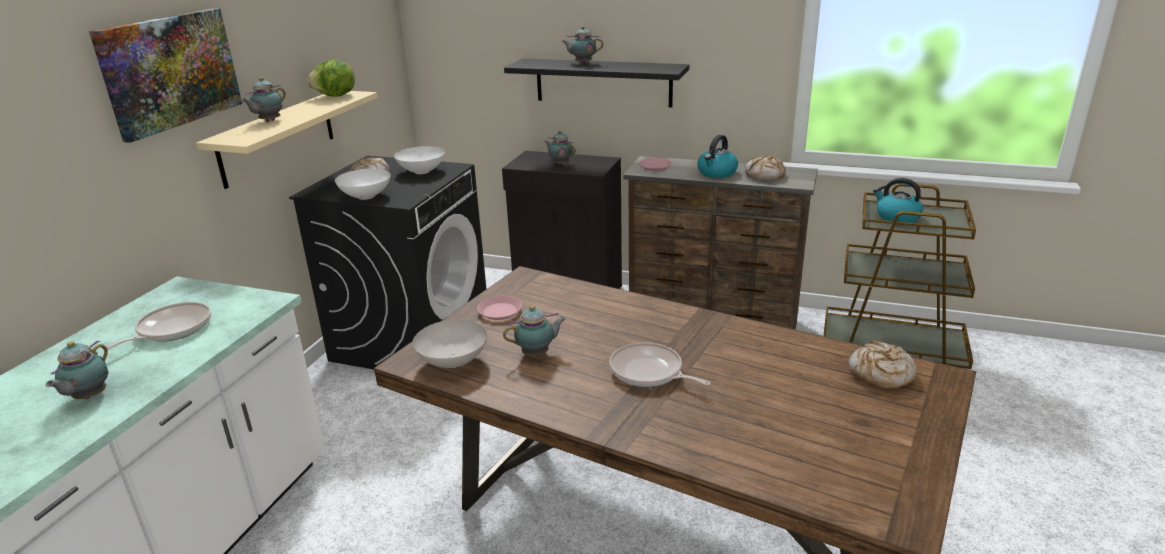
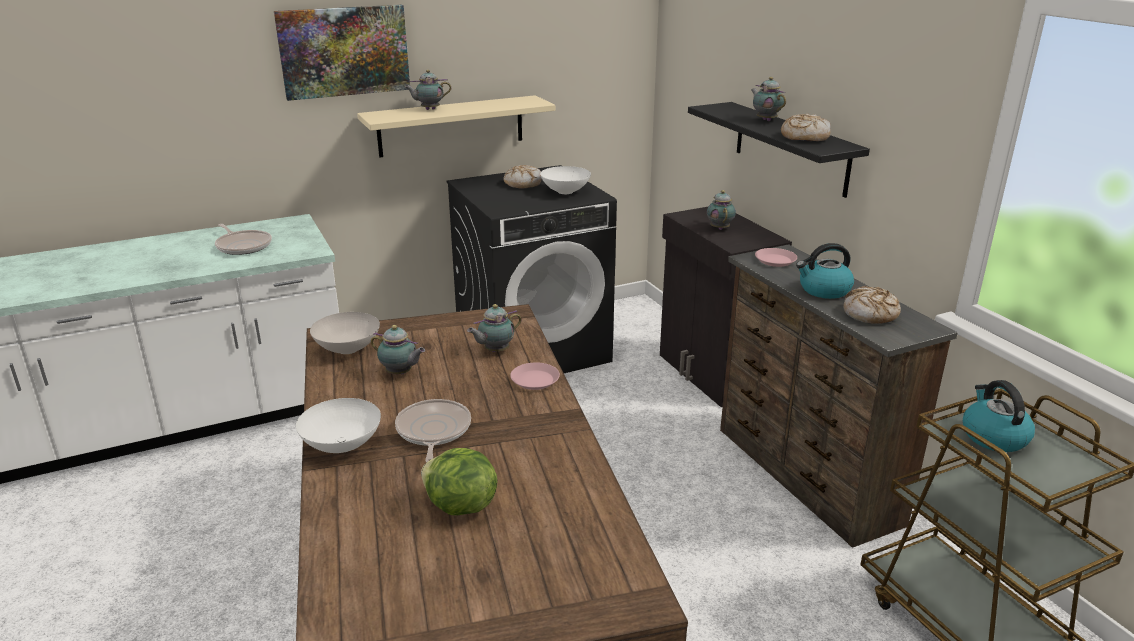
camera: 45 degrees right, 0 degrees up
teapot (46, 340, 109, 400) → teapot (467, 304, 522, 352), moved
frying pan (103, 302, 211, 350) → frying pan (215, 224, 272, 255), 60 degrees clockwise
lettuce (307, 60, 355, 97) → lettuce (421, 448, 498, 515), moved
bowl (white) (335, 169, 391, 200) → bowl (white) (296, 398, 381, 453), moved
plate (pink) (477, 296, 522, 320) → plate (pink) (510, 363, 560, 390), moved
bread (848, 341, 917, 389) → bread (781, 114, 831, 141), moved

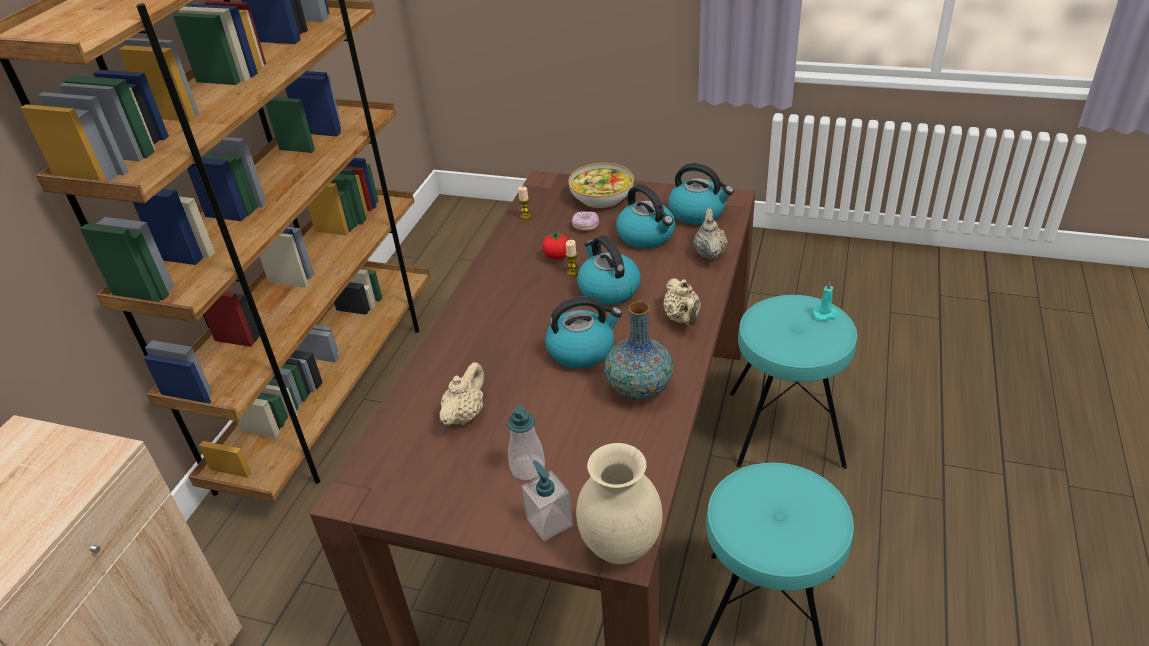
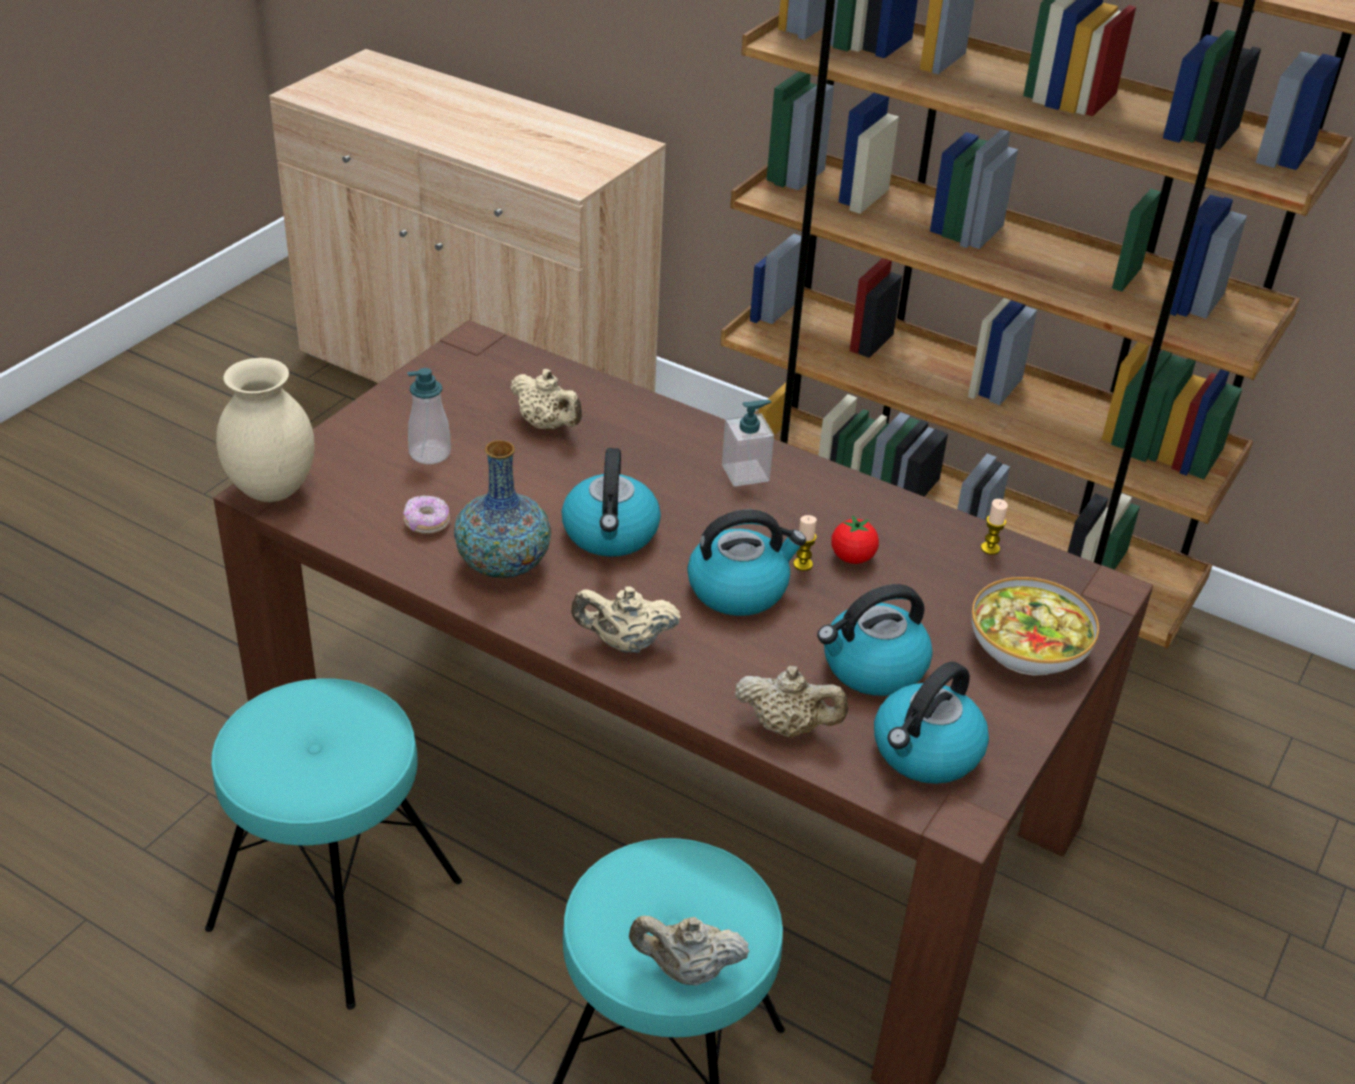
camera: 100 degrees right, 0 degrees up
soap dispenser (522, 460, 573, 541) → soap dispenser (722, 400, 774, 487), moved
donut (572, 211, 599, 231) → donut (403, 495, 450, 534), moved
candle (turquoise) (813, 281, 839, 320) → teapot (beige) (629, 916, 749, 985)

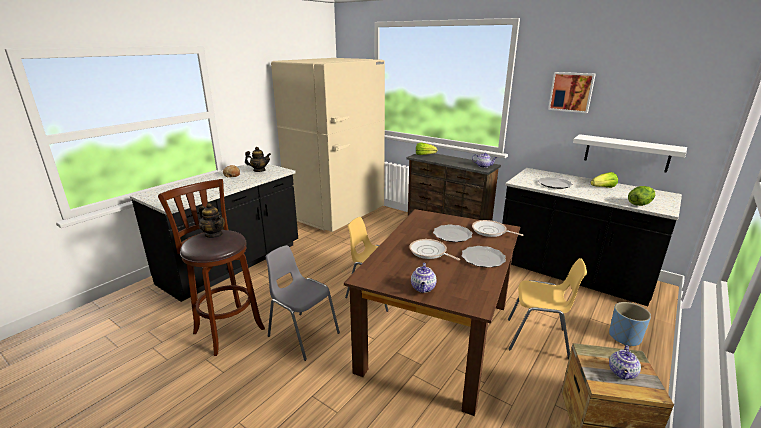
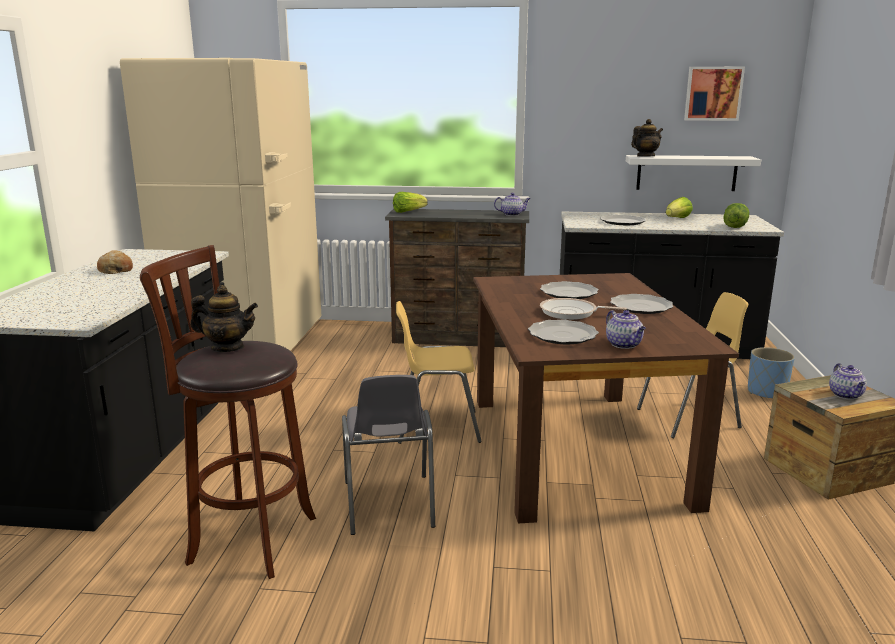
camera: 30 degrees left, 5 degrees down
teapot (245, 147, 271, 172) → teapot (631, 119, 663, 157), moved
chair (grey) (266, 245, 340, 361) → chair (grey) (342, 375, 435, 535), 105 degrees counterclockwise
frying pan (472, 220, 524, 237) → -
picture (548, 72, 596, 113) → picture (684, 67, 745, 121), moved
- → plate (528, 319, 599, 344)

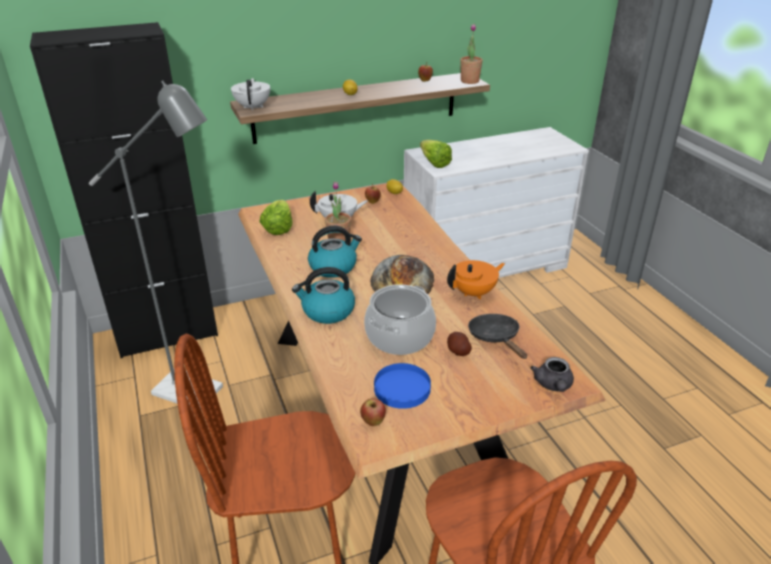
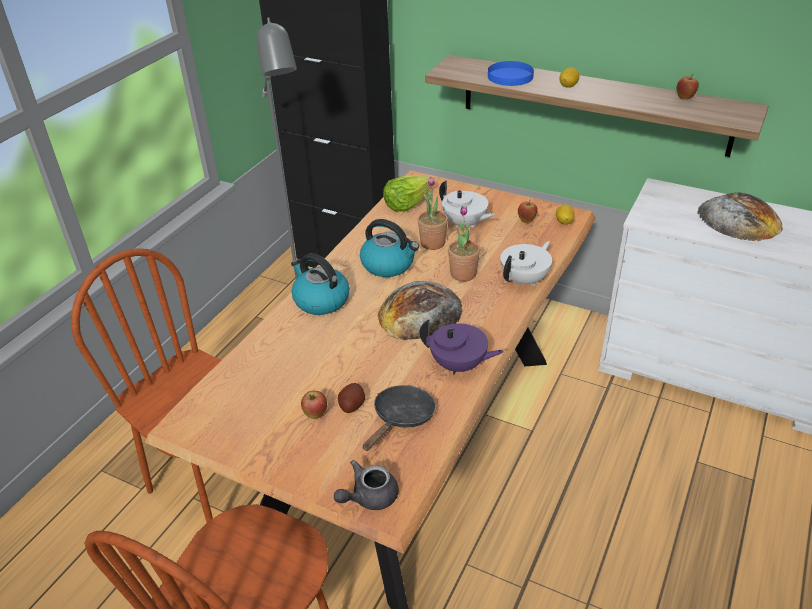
camera: 50 degrees right, 5 degrees up
teapot (white) (231, 78, 270, 111) → teapot (white) (500, 241, 552, 286), moved
apple (360, 398, 386, 426) → apple (301, 391, 327, 419), moved
cooking pot (364, 284, 436, 355) → -
plate (blue) (374, 363, 431, 409) → plate (blue) (488, 61, 534, 86), moved
lettuce (420, 140, 452, 168) → -
teapot (orange) (447, 260, 505, 299) → teapot (purple) (419, 319, 504, 375)
potted plant (460, 24, 483, 84) → potted plant (448, 206, 480, 281), moved
- → bread (697, 193, 783, 241)

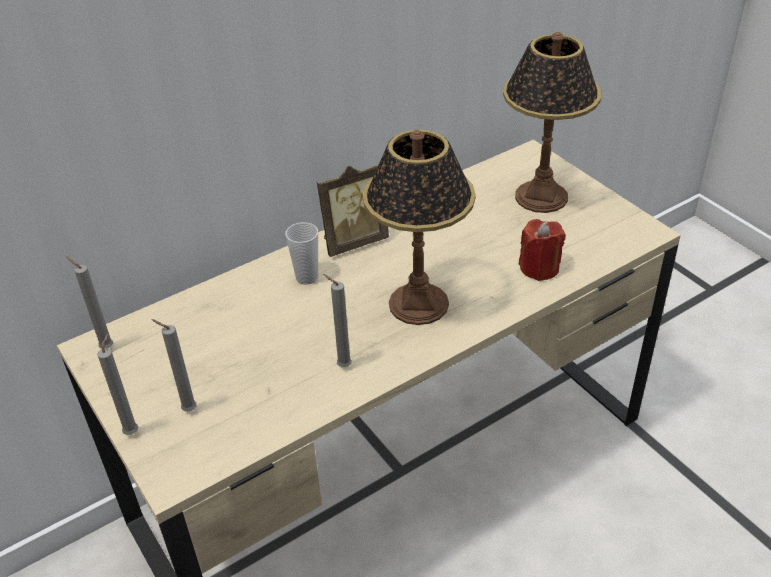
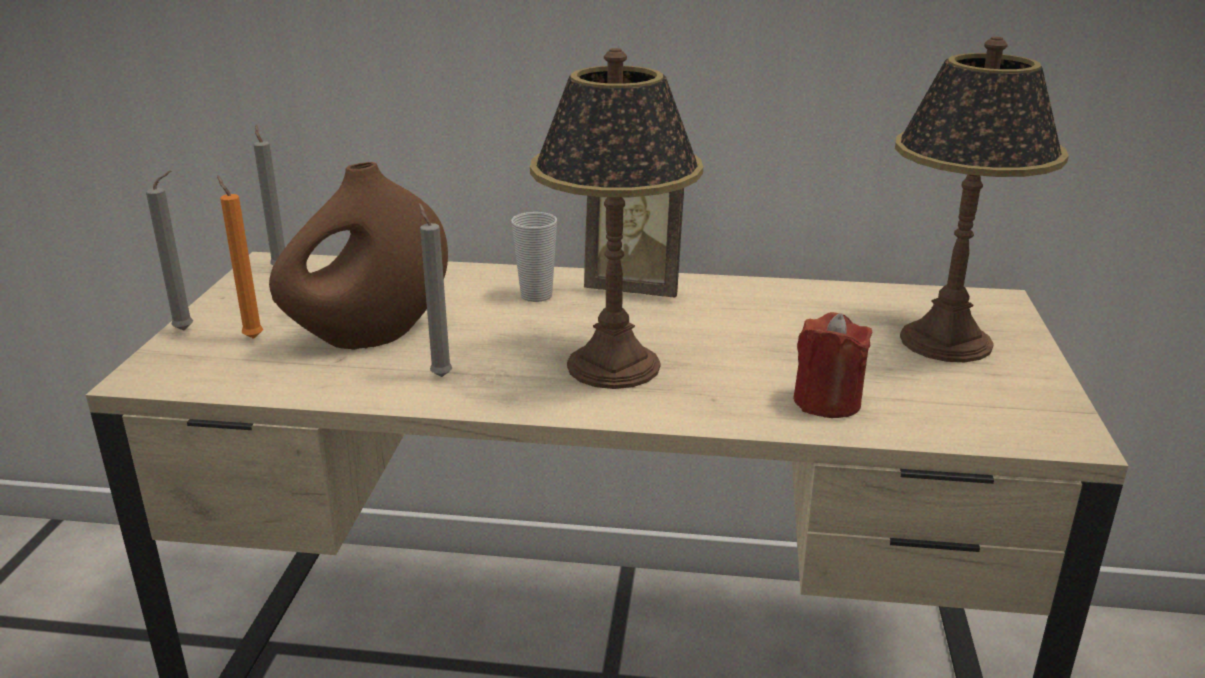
camera: 40 degrees right, 15 degrees down
candle (grey) (151, 319, 197, 412) → candle (orange) (217, 176, 263, 339)
- → vase (brown) (269, 162, 448, 350)

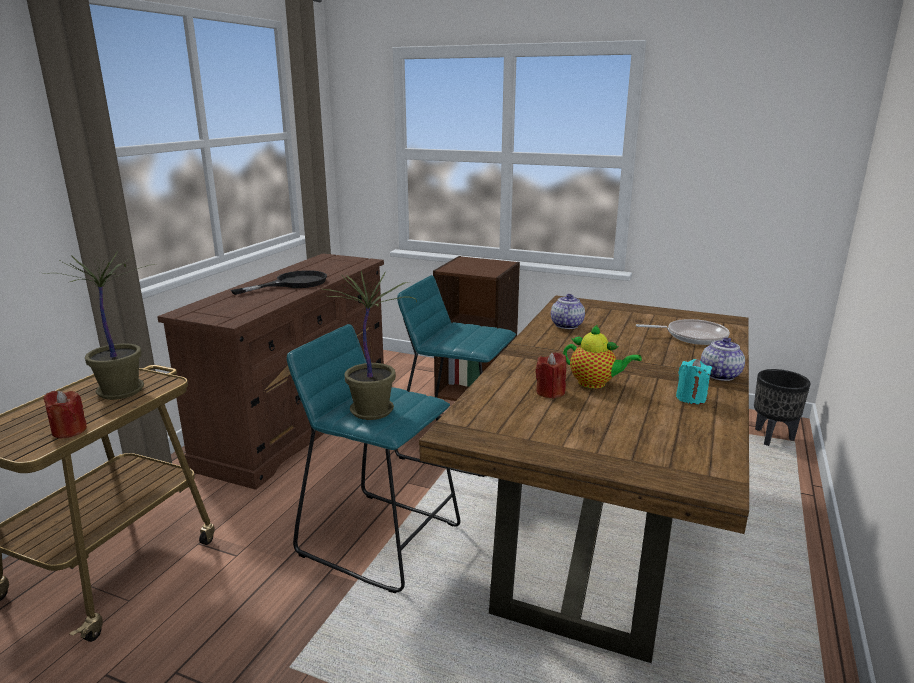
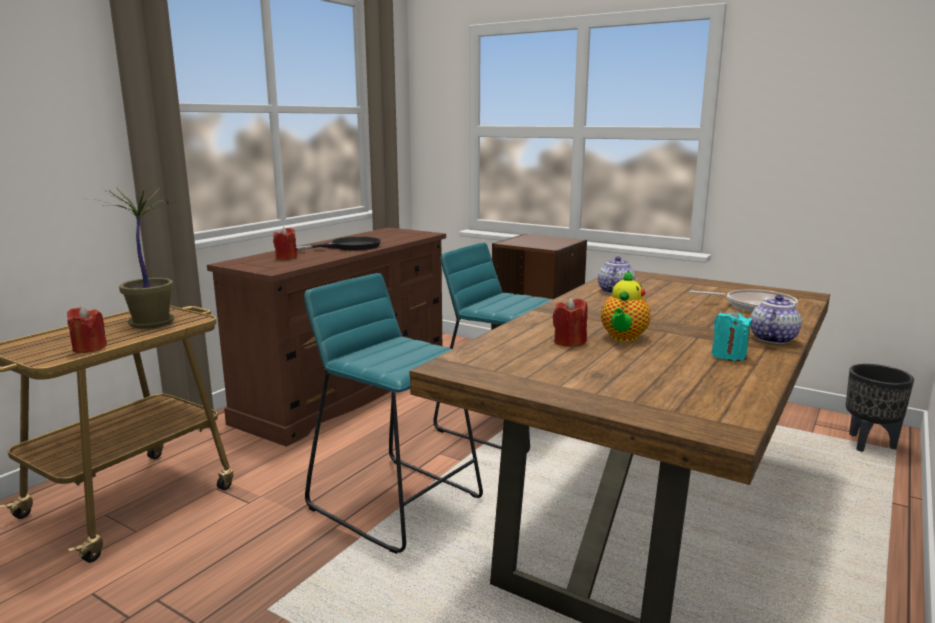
camera: 10 degrees right, 5 degrees down
potted plant (323, 271, 417, 420) → -
teapot (563, 325, 642, 389) → teapot (601, 270, 651, 342), 75 degrees clockwise
- → candle (red) (273, 227, 297, 260)

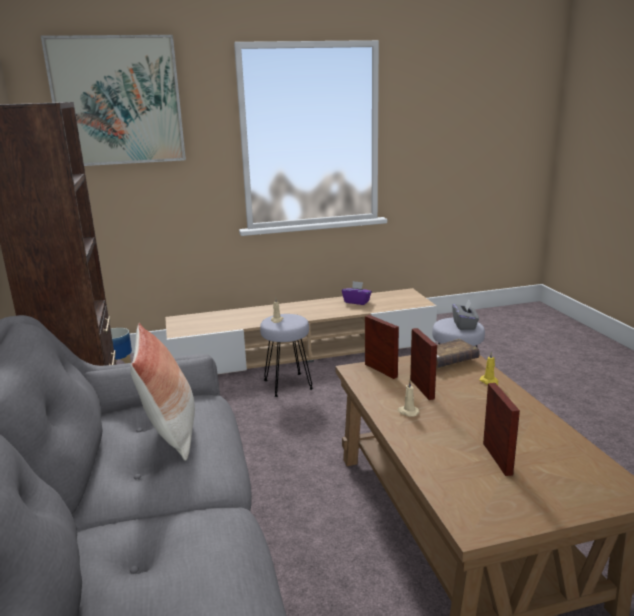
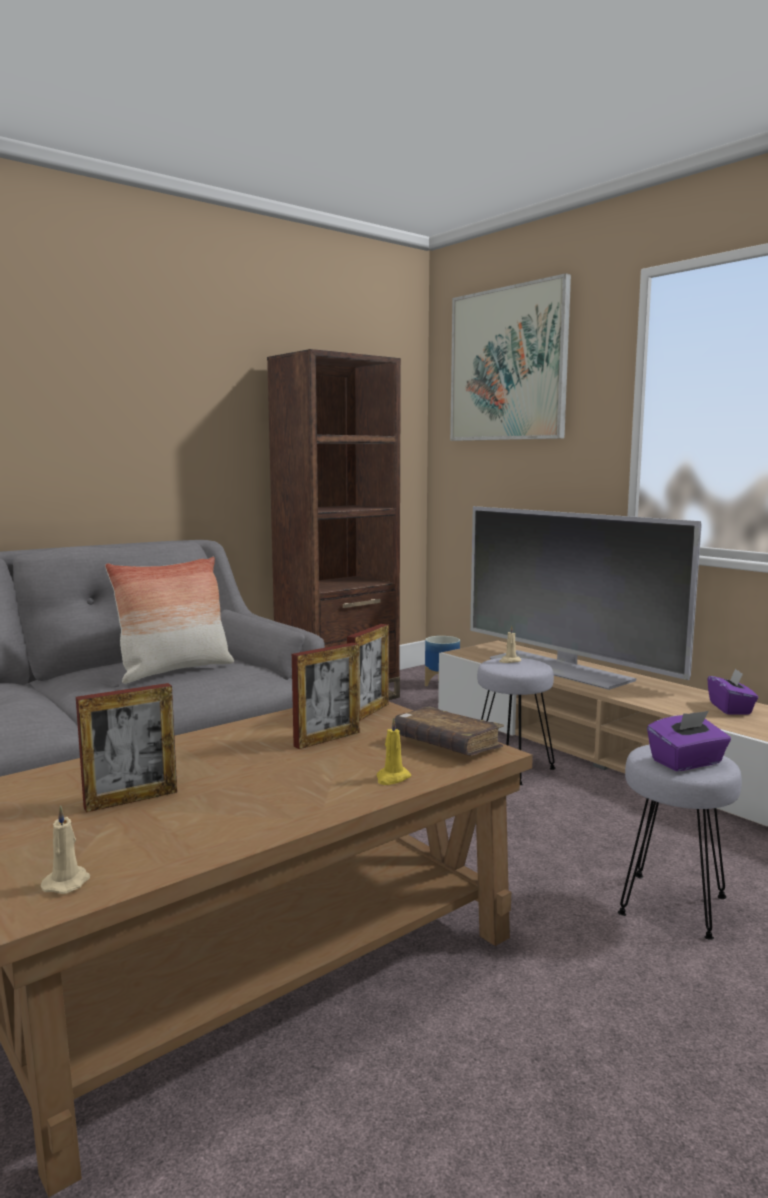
camera: 65 degrees right, 10 degrees down
candle (beige) (398, 380, 419, 417) → candle (beige) (41, 805, 90, 894), moved
tissue box (grey) (452, 299, 479, 330) → tissue box (purple) (647, 711, 731, 771)
- → television (470, 506, 702, 690)

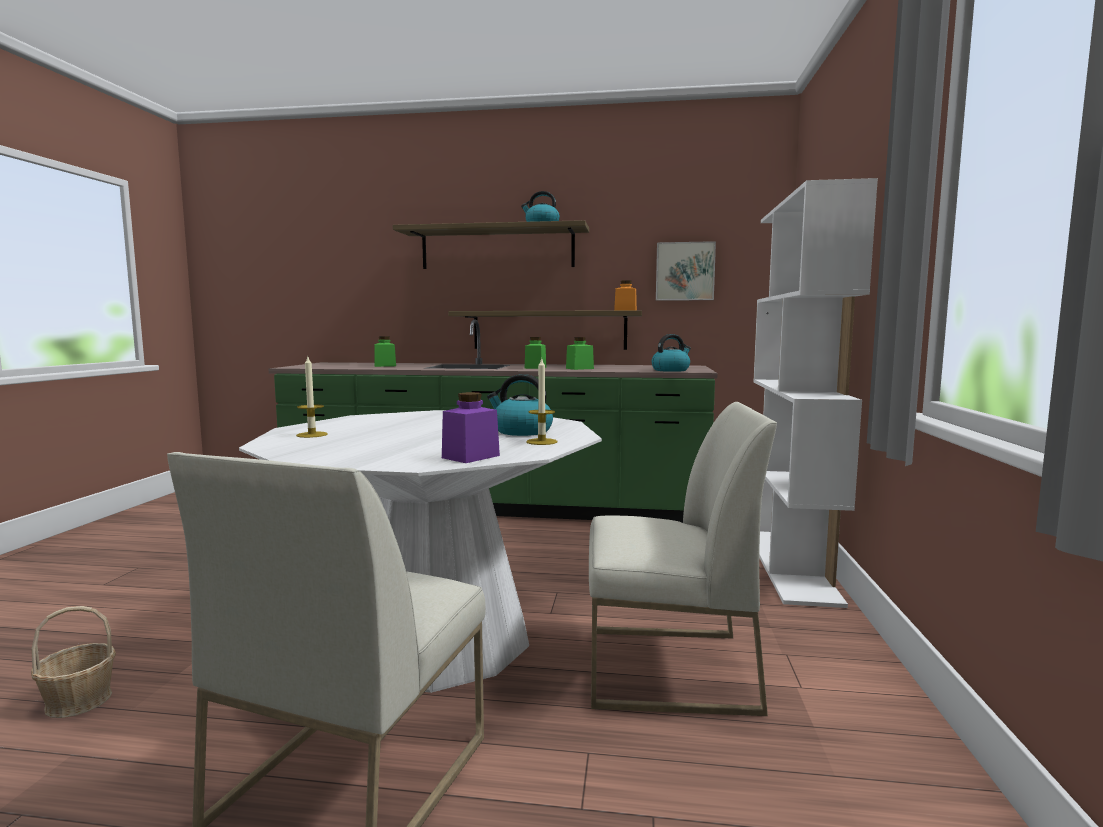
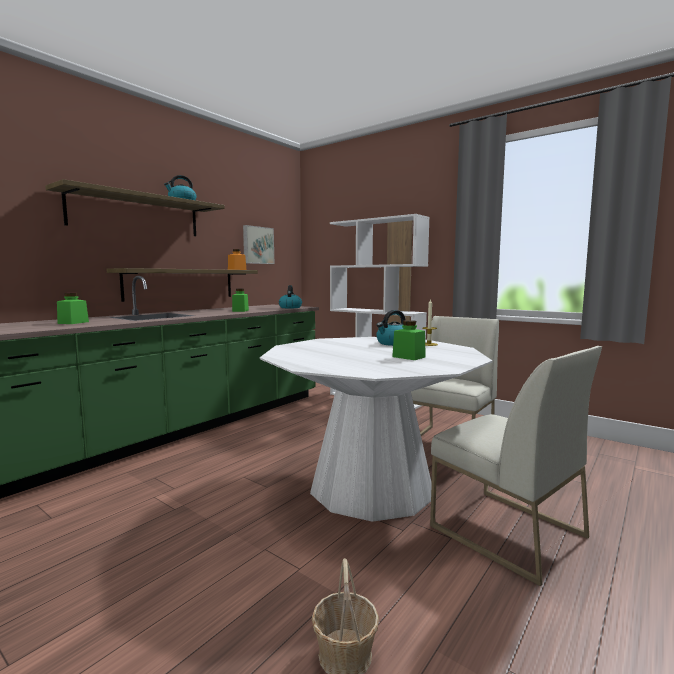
camera: 60 degrees left, 0 degrees up
candle (296, 357, 328, 438) → -
jar (purple) (442, 392, 500, 463) → -
jar (green) (525, 337, 546, 369) → jar (green) (392, 320, 426, 360), moved

